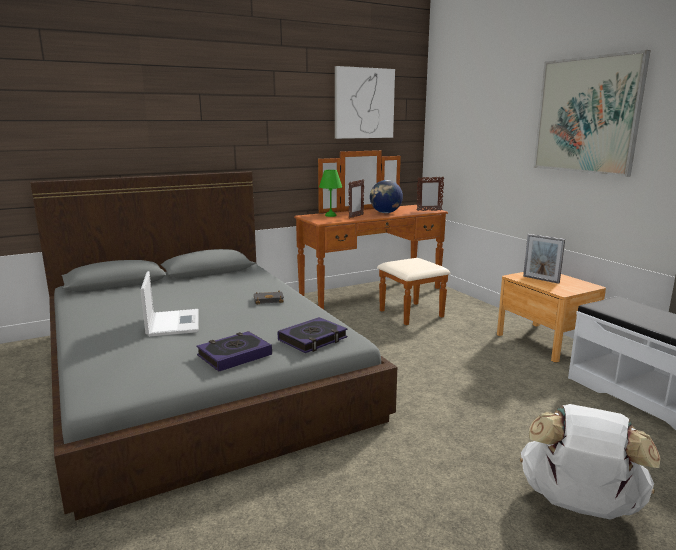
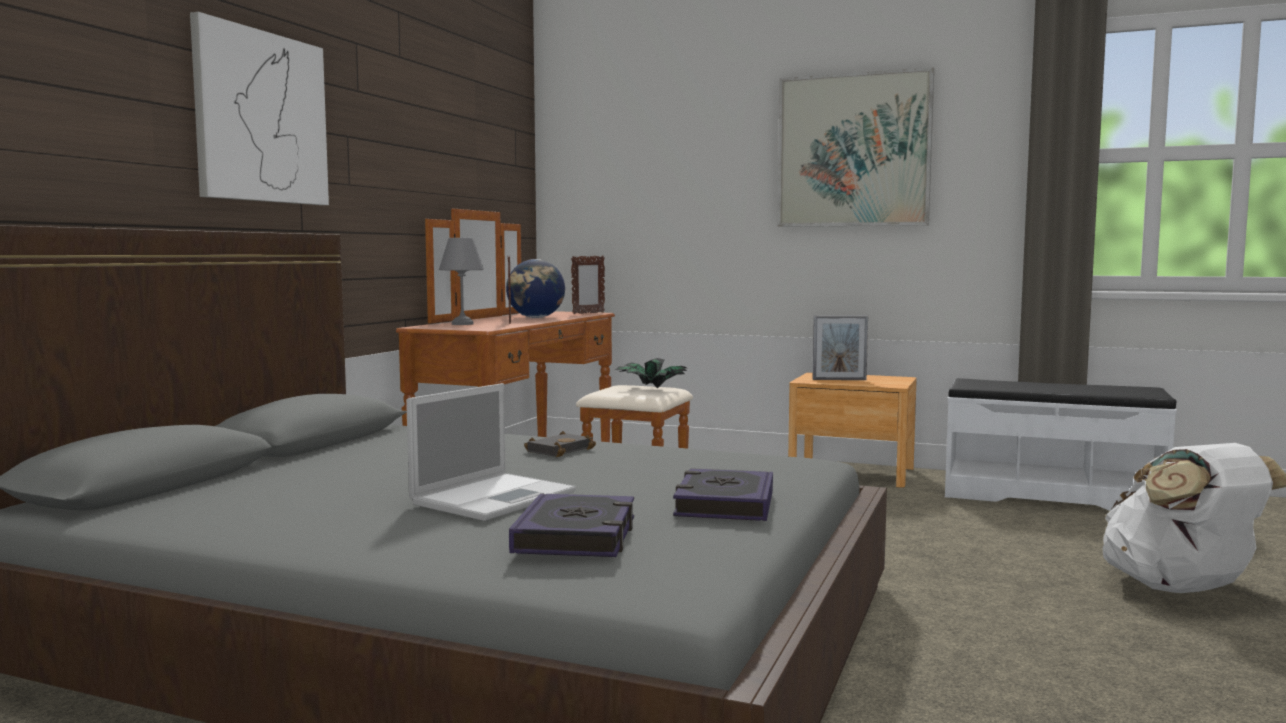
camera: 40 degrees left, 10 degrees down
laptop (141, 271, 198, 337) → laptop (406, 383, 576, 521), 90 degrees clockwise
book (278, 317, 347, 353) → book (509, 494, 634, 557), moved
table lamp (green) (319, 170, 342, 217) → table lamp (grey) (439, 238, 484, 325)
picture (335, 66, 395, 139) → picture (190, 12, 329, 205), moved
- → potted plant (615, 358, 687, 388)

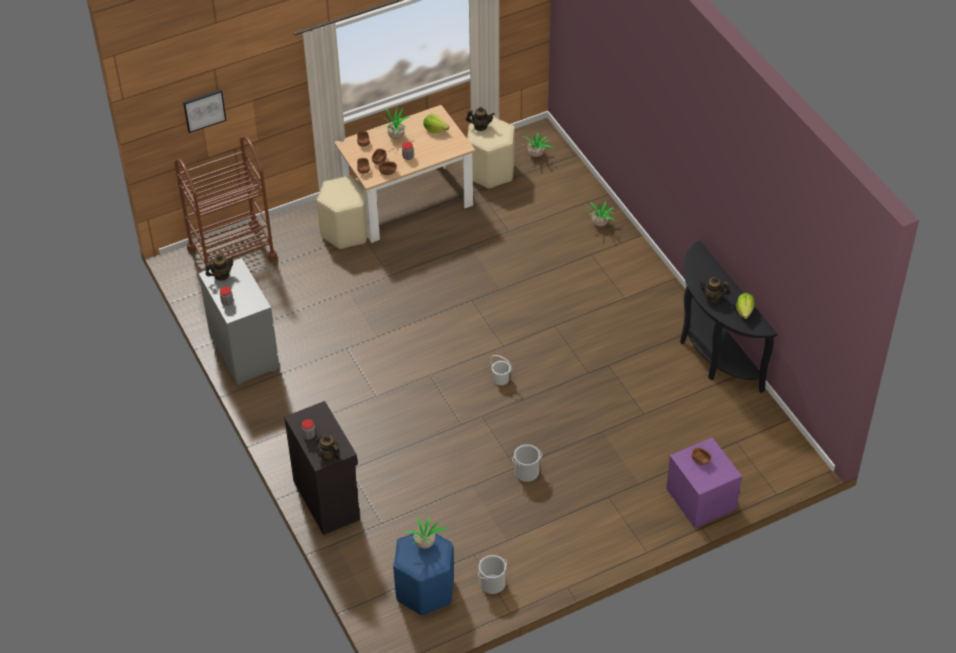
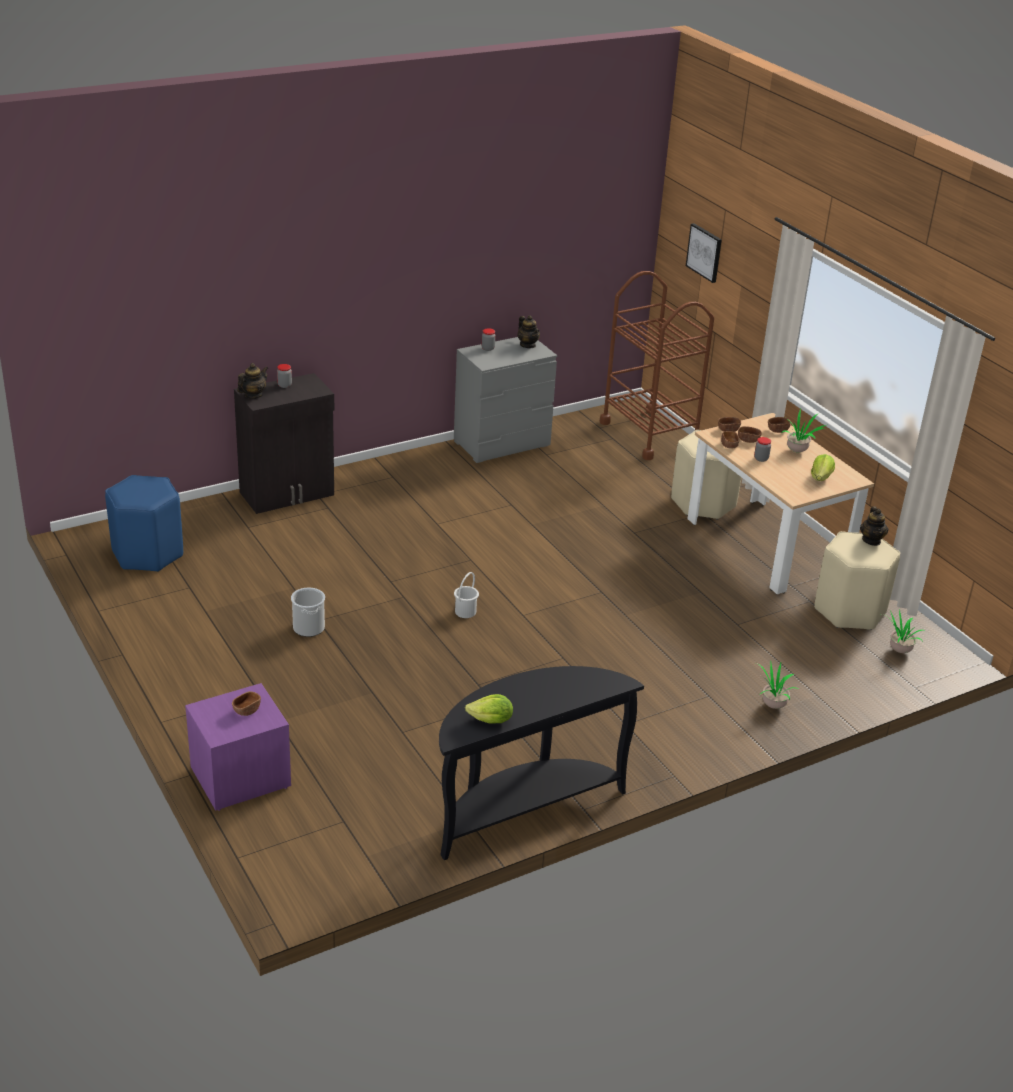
camera: 85 degrees right, 15 degrees down
potted plant (404, 518, 449, 548) → -
bucket (478, 555, 507, 594) → -
teapot (699, 277, 730, 303) → -

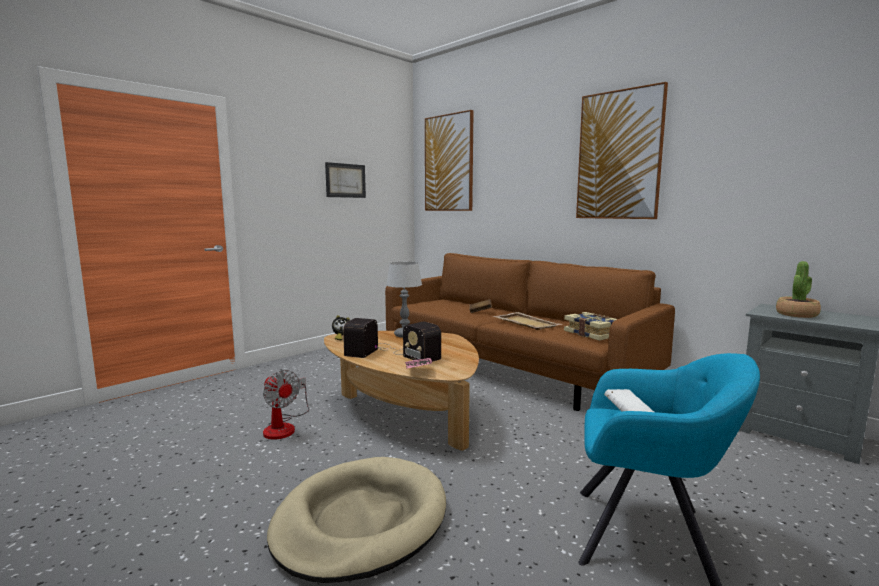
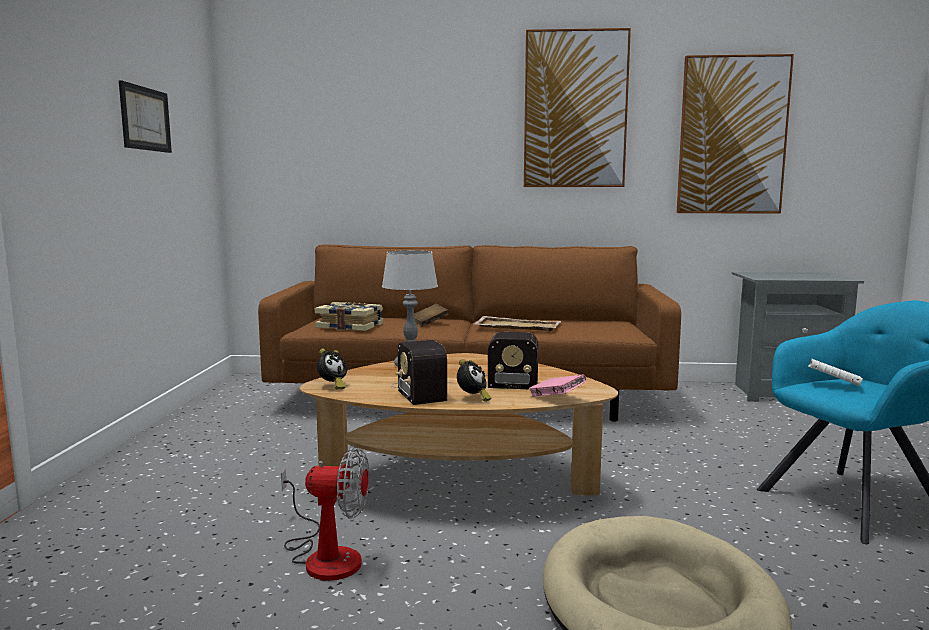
camera: 40 degrees left, 0 degrees up
picture (425, 110, 474, 211) → picture (676, 54, 794, 213), moved
book (564, 312, 617, 341) → book (315, 302, 383, 331), moved
potted plant (776, 261, 821, 318) → -
- → alarm clock (457, 359, 491, 401)

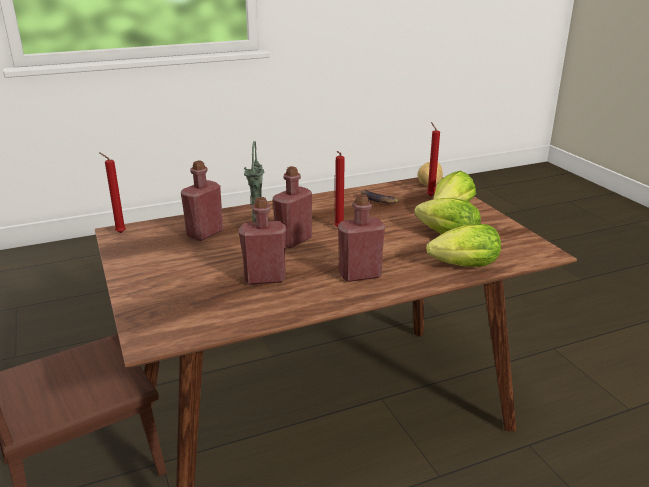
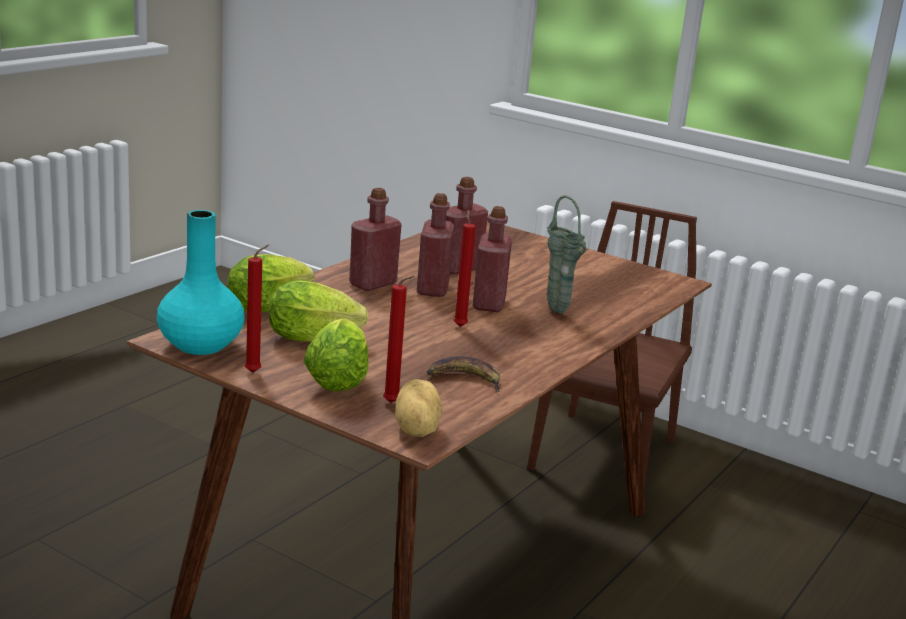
camera: 145 degrees right, 5 degrees down
candle (red) (99, 152, 126, 233) → candle (red) (245, 244, 269, 373), moved
bottle (red) (181, 160, 223, 241) → bottle (red) (417, 193, 454, 297), moved
- → vase (turquoise) (157, 210, 245, 355)

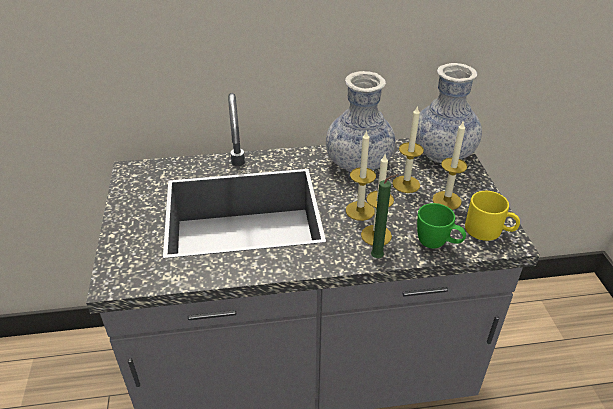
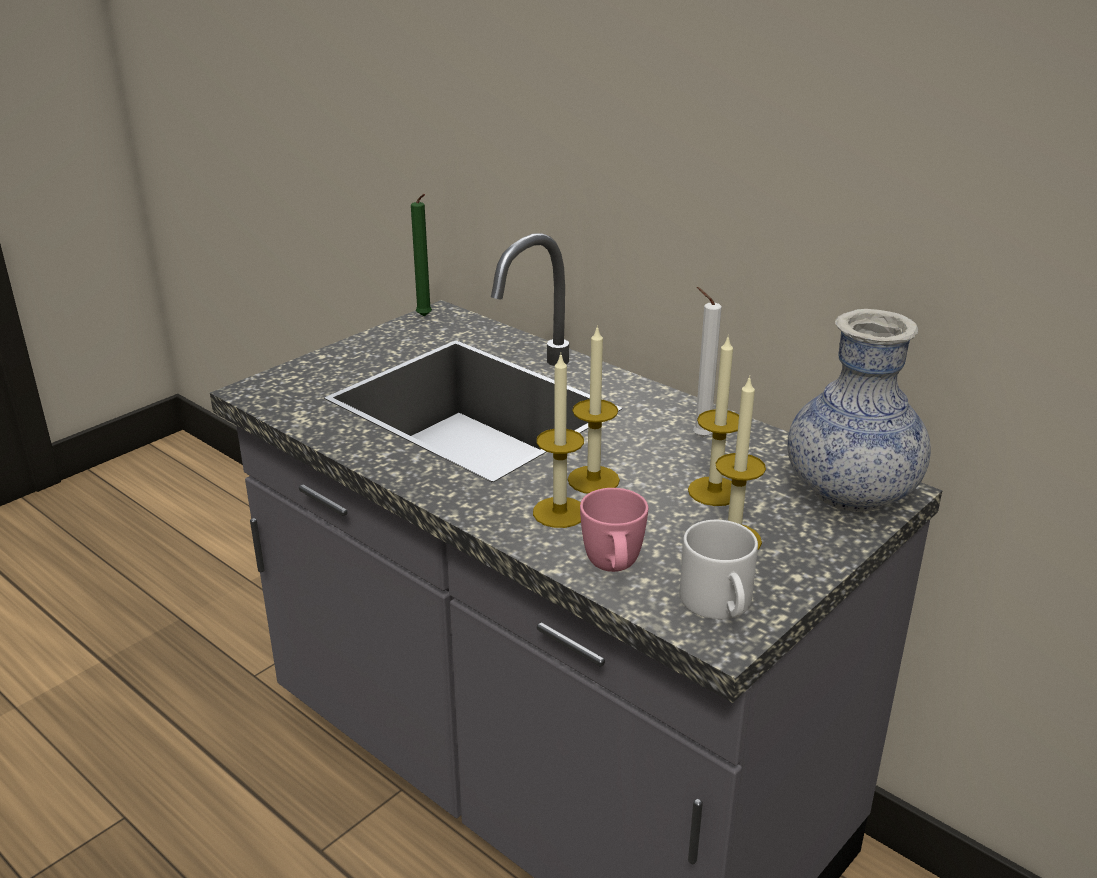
camera: 50 degrees right, 10 degrees down
vase (326, 71, 396, 172) → candle (white) (693, 287, 722, 438)
candle (green) (371, 174, 399, 258) → candle (green) (411, 194, 432, 317), moved
mug (green) (417, 203, 466, 249) → mug (pink) (580, 488, 648, 572)
mug (yellow) (465, 191, 520, 241) → mug (white) (680, 520, 758, 619)

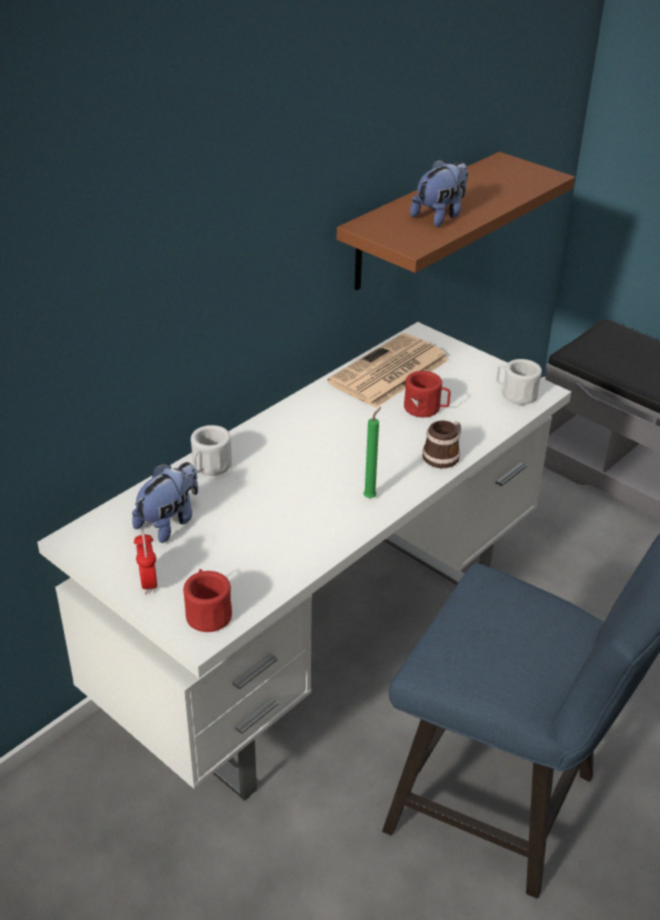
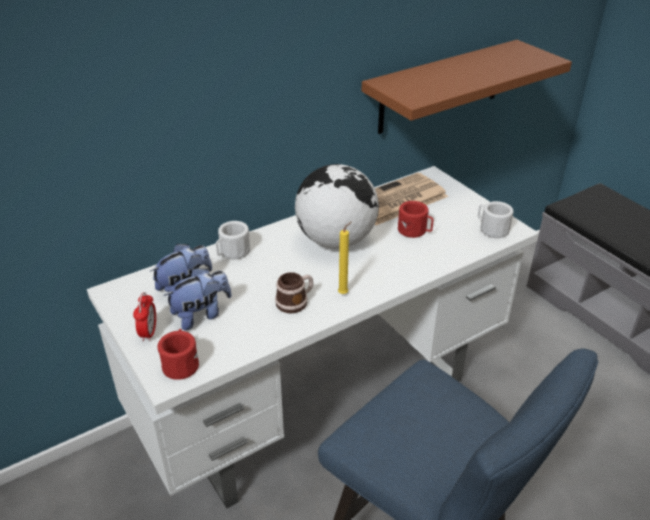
camera: 15 degrees right, 0 degrees up
candle (green) (364, 407, 381, 498) → candle (yellow) (338, 221, 352, 294)
plush toy (410, 159, 468, 227) → plush toy (163, 268, 232, 331), moved
mug (422, 420, 461, 468) → mug (275, 272, 313, 313), moved
- → globe (295, 164, 379, 249)

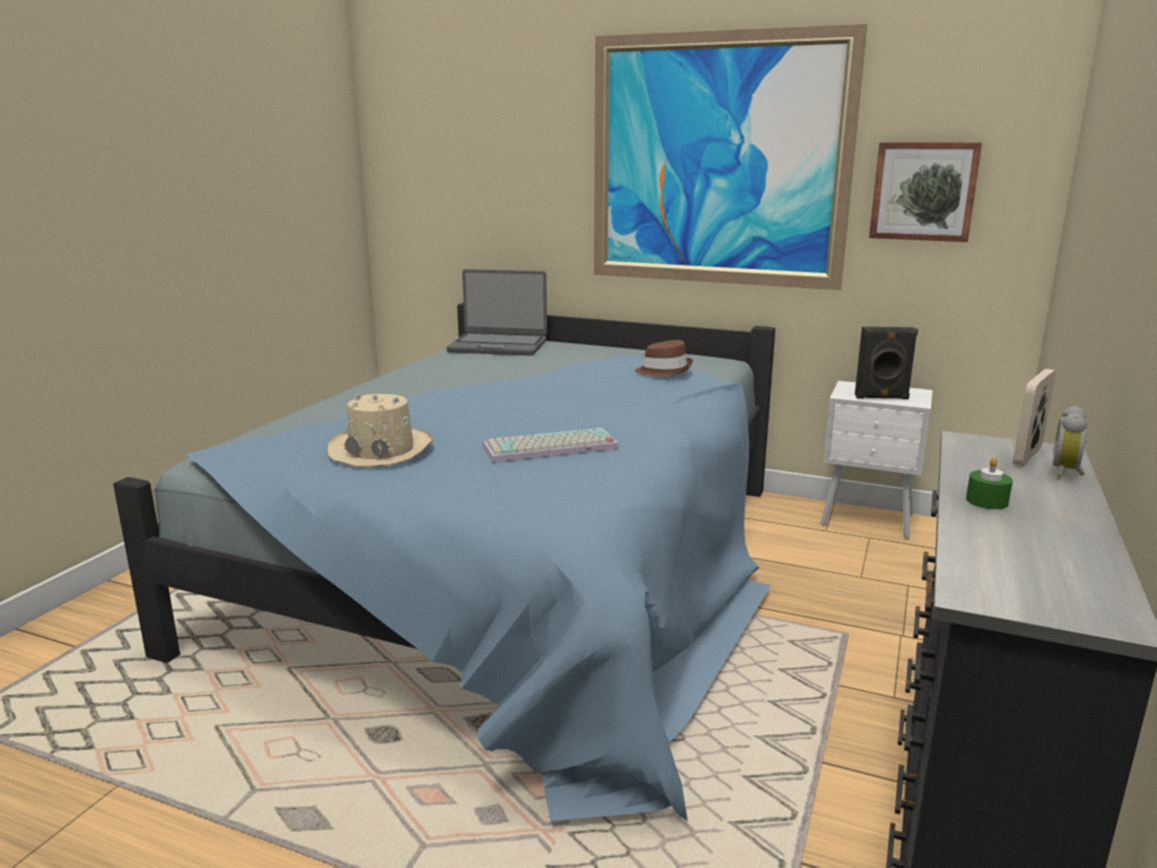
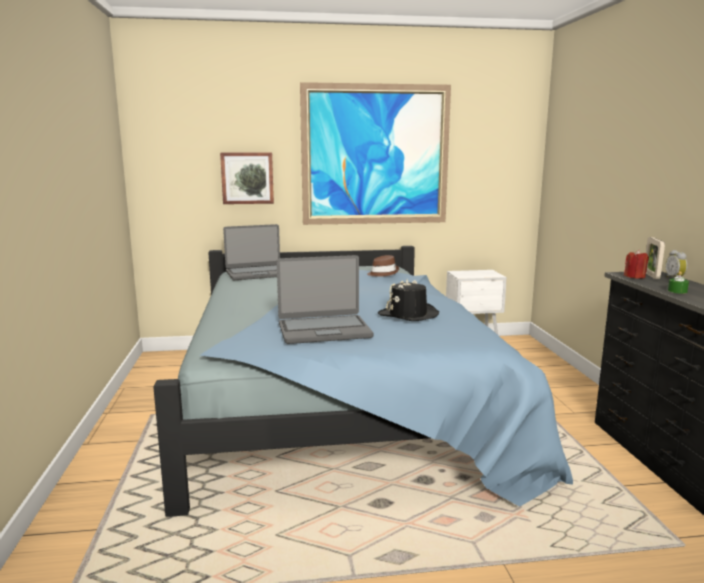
camera: 30 degrees left, 5 degrees down
hat (beige) (327, 390, 433, 468) → laptop (277, 255, 373, 344)
keyboard (483, 428, 619, 463) → hat (black) (378, 280, 439, 321)
speaker (black) (855, 327, 918, 399) → -
picture (869, 142, 982, 242) → picture (220, 153, 274, 204), moved
- → candle (red) (624, 250, 649, 279)

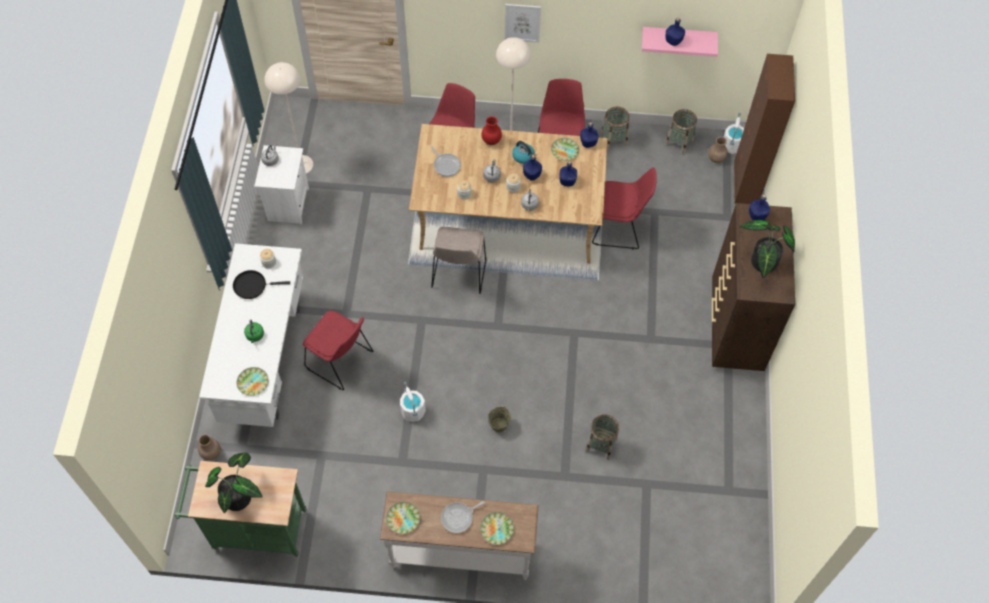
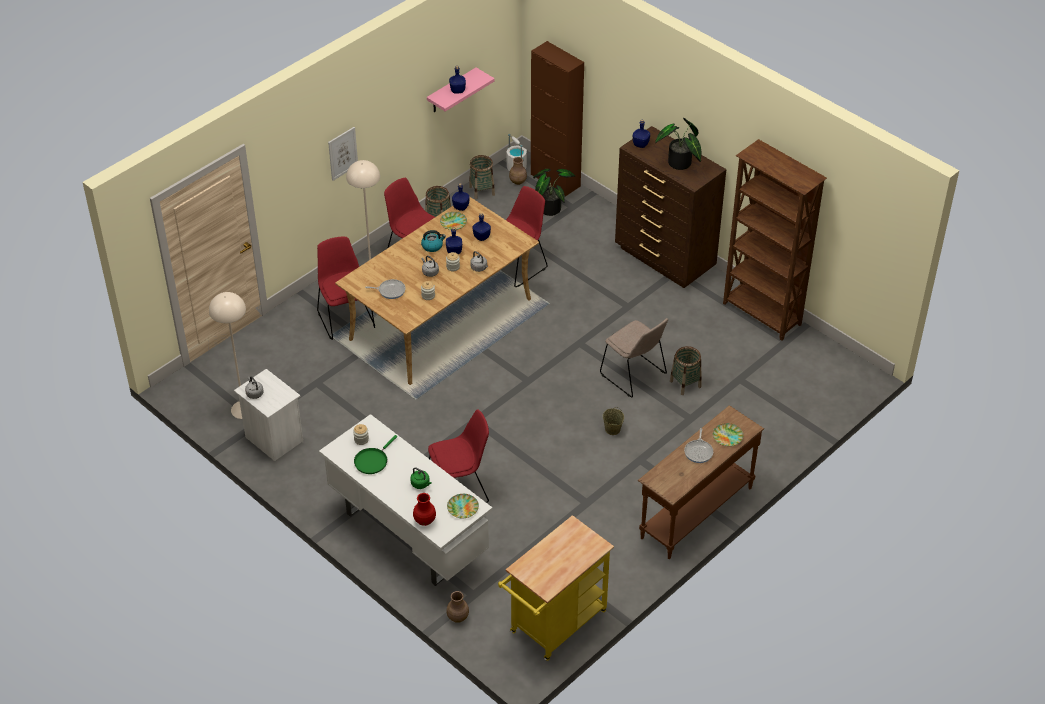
camera: 50 degrees left, 15 degrees down
cart (green) (174, 461, 306, 557) → cart (yellow) (498, 515, 614, 661)
potted plant (205, 453, 262, 513) → potted plant (533, 169, 575, 216), moved
frying pan (black) (233, 270, 290, 299) → frying pan (green) (354, 435, 397, 474)
console table (white) (380, 492, 539, 580) → console table (brown) (638, 405, 764, 559)
plate (386, 502, 420, 534) → -
bucket (white) (400, 382, 426, 422) → -
chair (beige) (431, 227, 486, 294) → chair (beige) (600, 318, 668, 397), moved
vase (red) (481, 116, 502, 145) → vase (red) (413, 493, 436, 526), moved
- → bookcase (brown) (723, 139, 827, 341)

